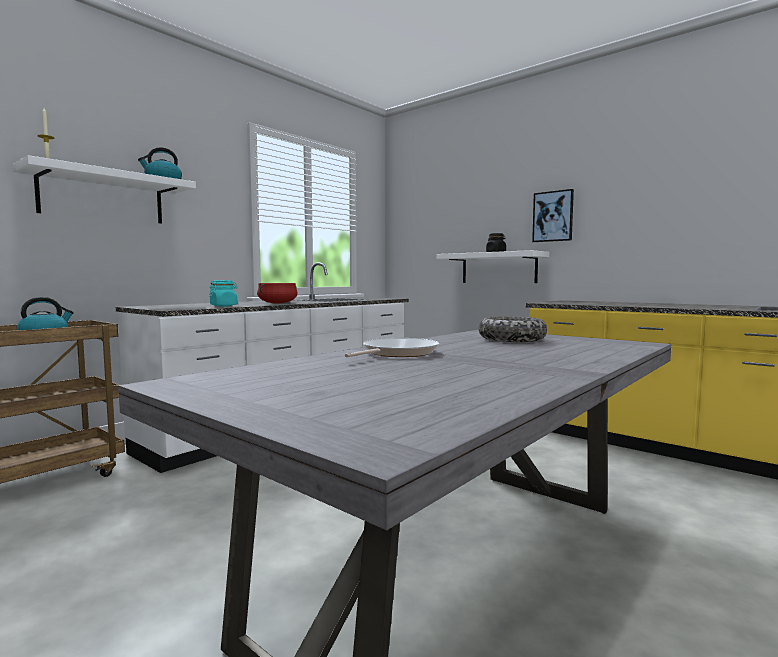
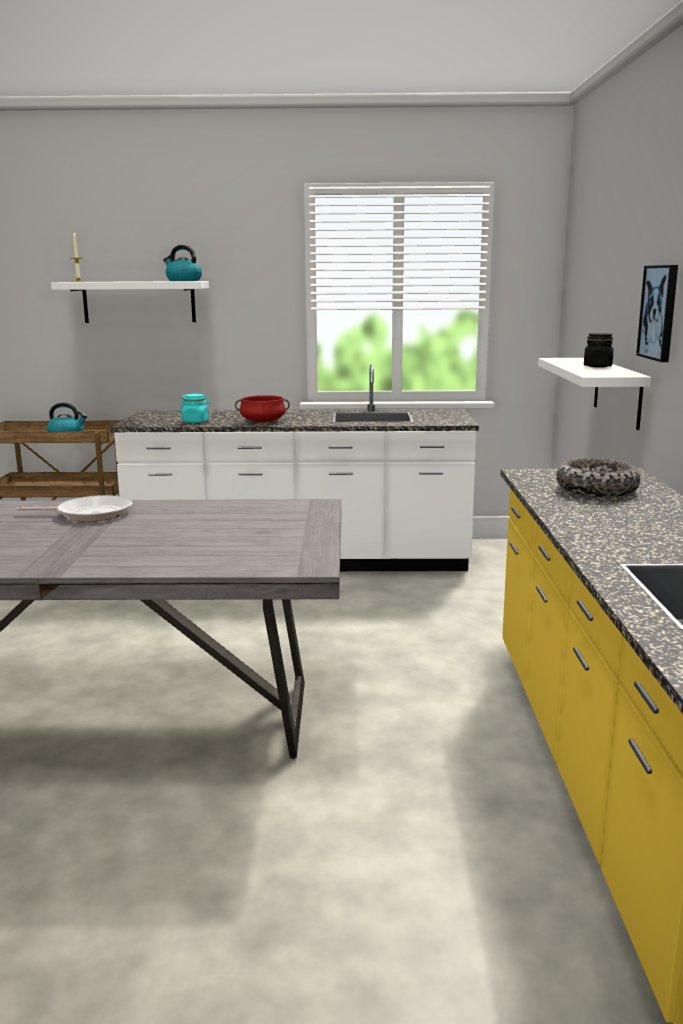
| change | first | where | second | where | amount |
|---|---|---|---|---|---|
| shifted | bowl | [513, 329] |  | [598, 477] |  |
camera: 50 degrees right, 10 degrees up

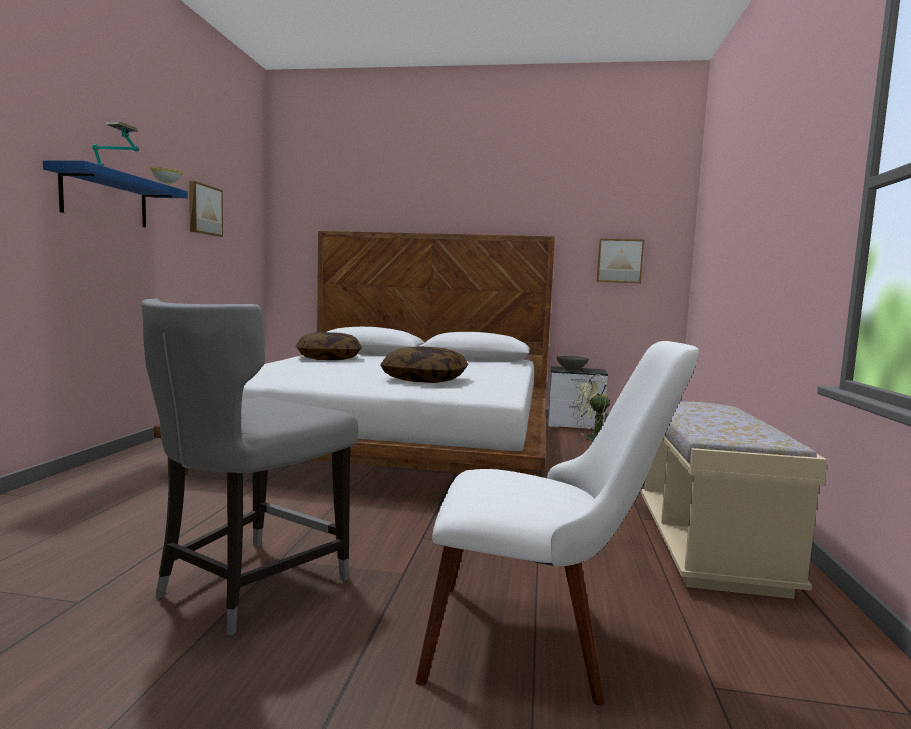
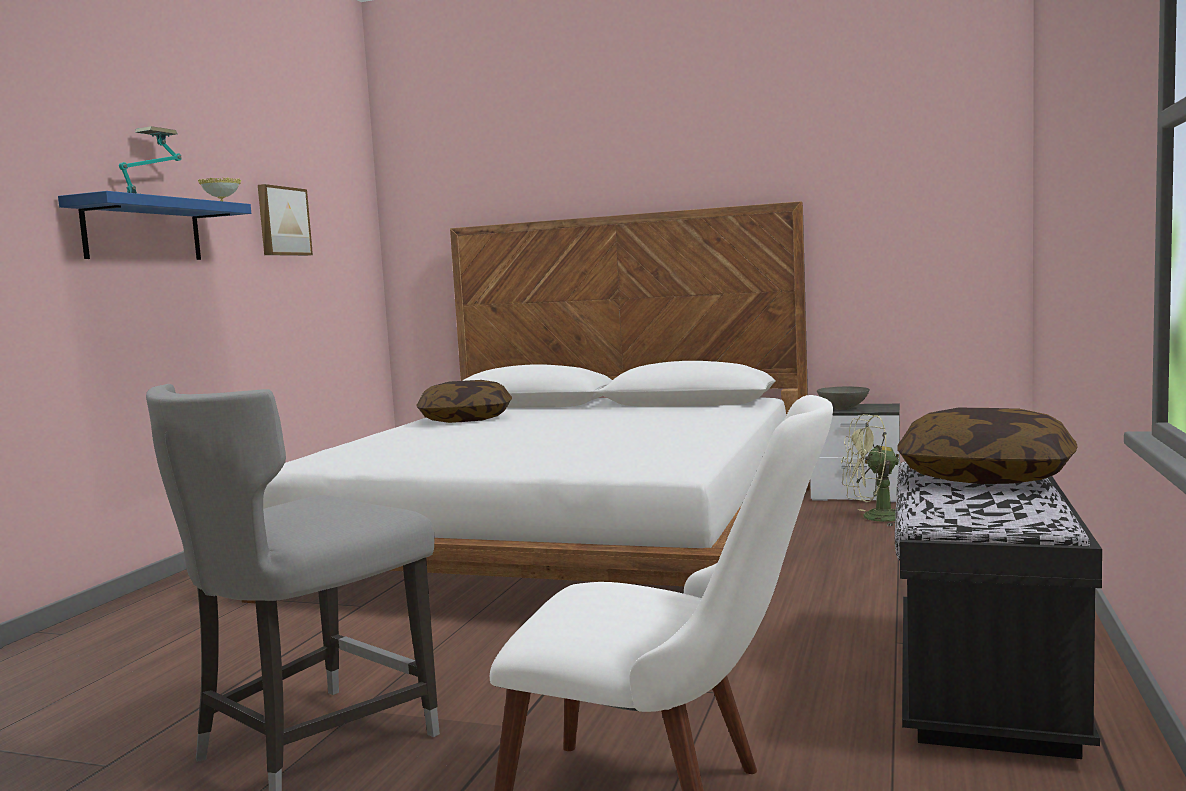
| change | first | where | second | where | amount |
|---|---|---|---|---|---|
| shifted | cushion | [424, 364] |  | [987, 446] |  |
| gone | wall picture | [620, 261] |  |  |  |
| repainted | beige bench | [734, 500] | blackish bench | [998, 610] |  |
camera: 10 degrees right, 0 degrees up

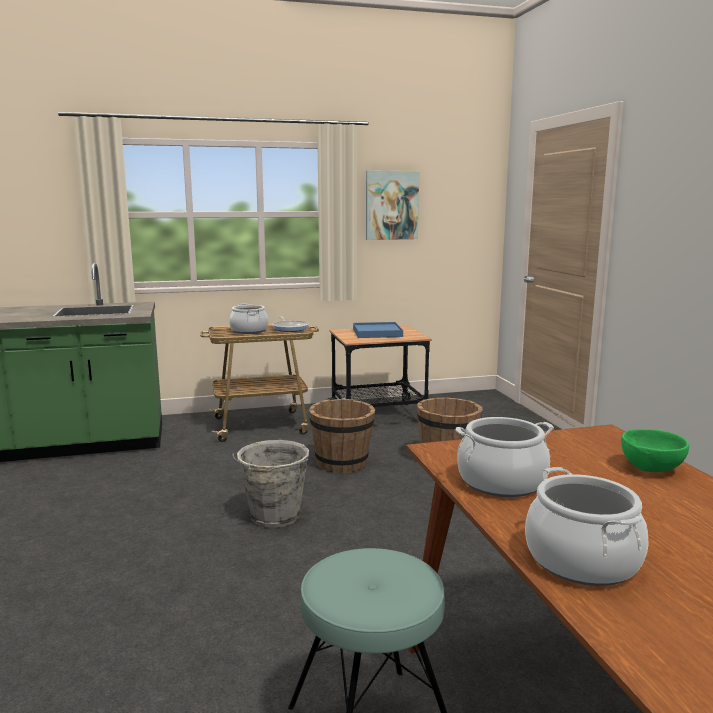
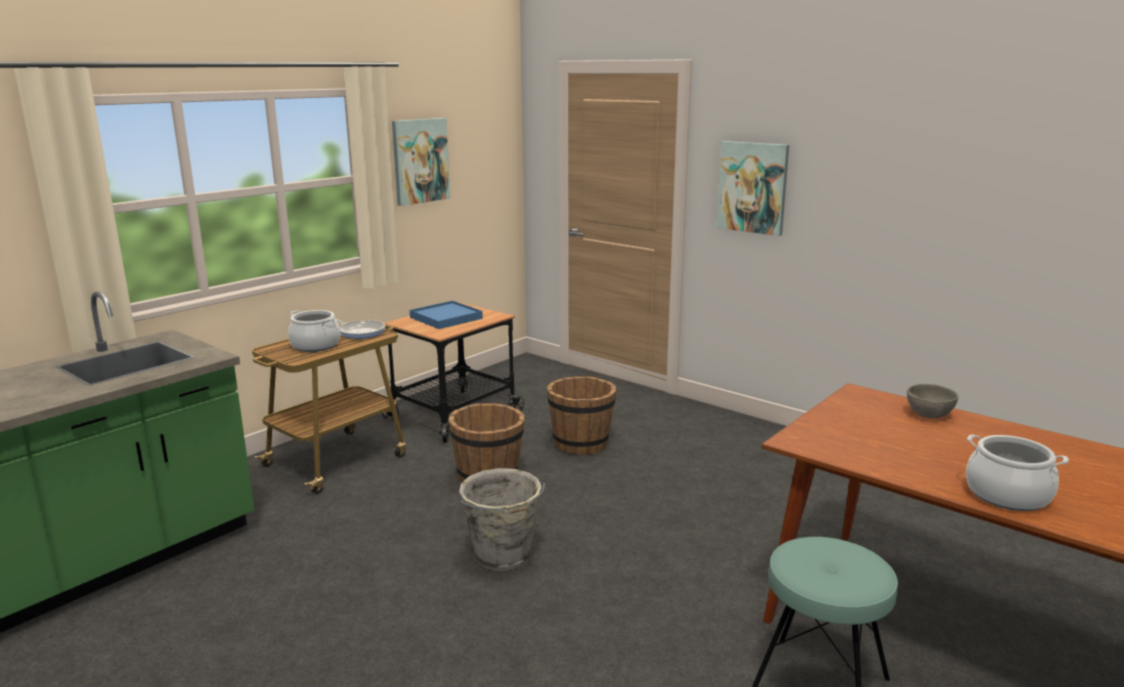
| change | first | where | second | where | amount |
|---|---|---|---|---|---|
| gone | cooking pot | [505, 457] |  |  |  |
| repainted | green bowl | [655, 450] | grey bowl | [932, 401] |  |
| new |  |  | wall picture | [753, 188] |  |
camera: 35 degrees left, 5 degrees up

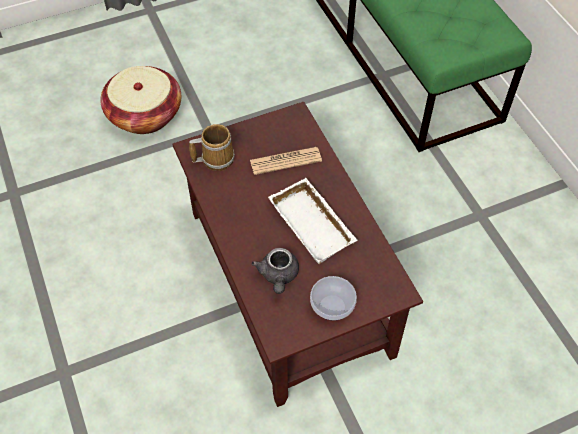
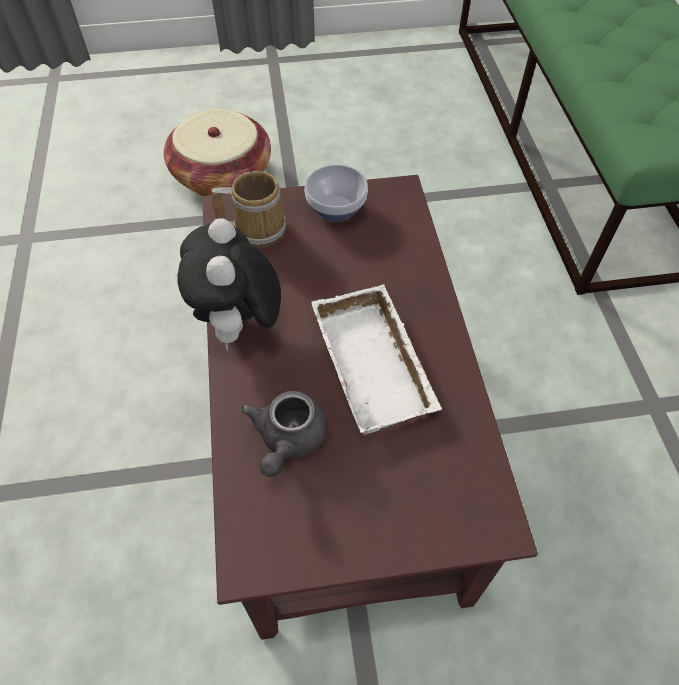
| change | first | where | second | where | amount |
|---|---|---|---|---|---|
| gone | newspaper | [286, 161] |  |  |  |
| shifted | bowl | [333, 298] |  | [336, 193] |  |
| new |  |  | soft toy | [229, 284] |  |
camera: 15 degrees right, 0 degrees up

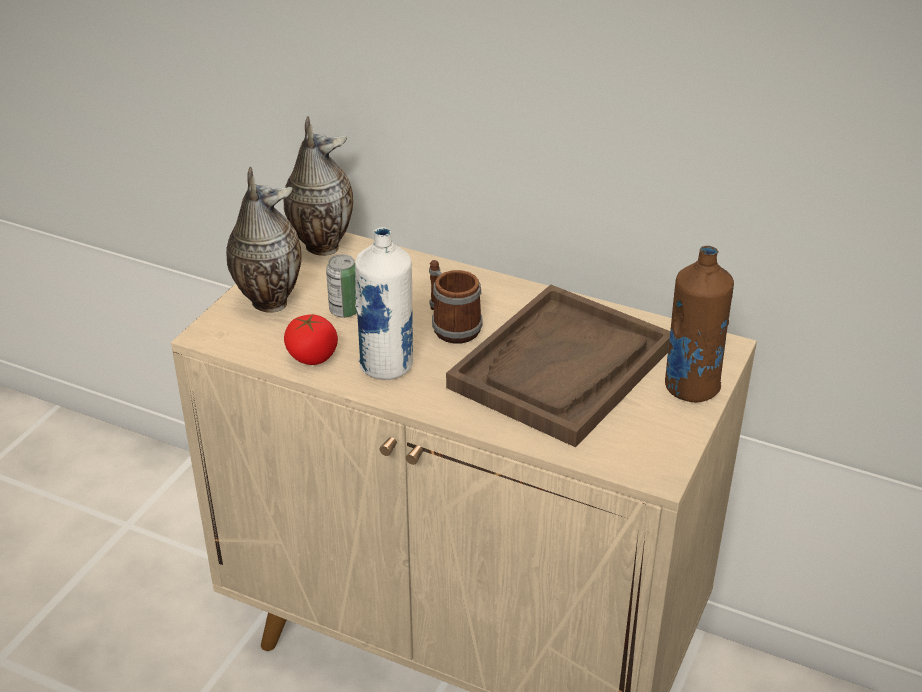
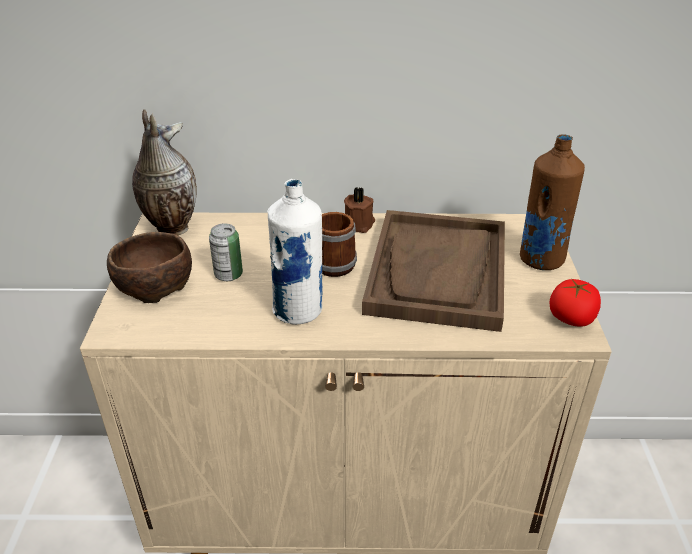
| change | first | where | second | where | amount |
|---|---|---|---|---|---|
| swapped | vase | [263, 240] | brown-coloured bowl | [149, 267] |  |
| shifted | whole tomato | [311, 339] |  | [575, 303] |  |
| new |  |  | brown-coloured wax light | [359, 210] |  |
camera: 25 degrees left, 0 degrees up

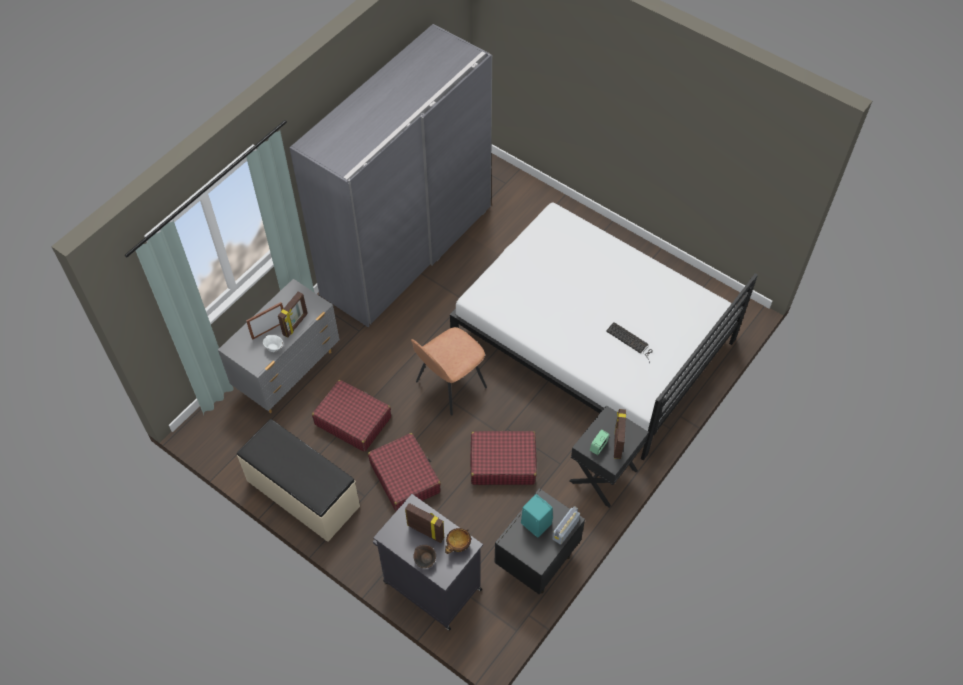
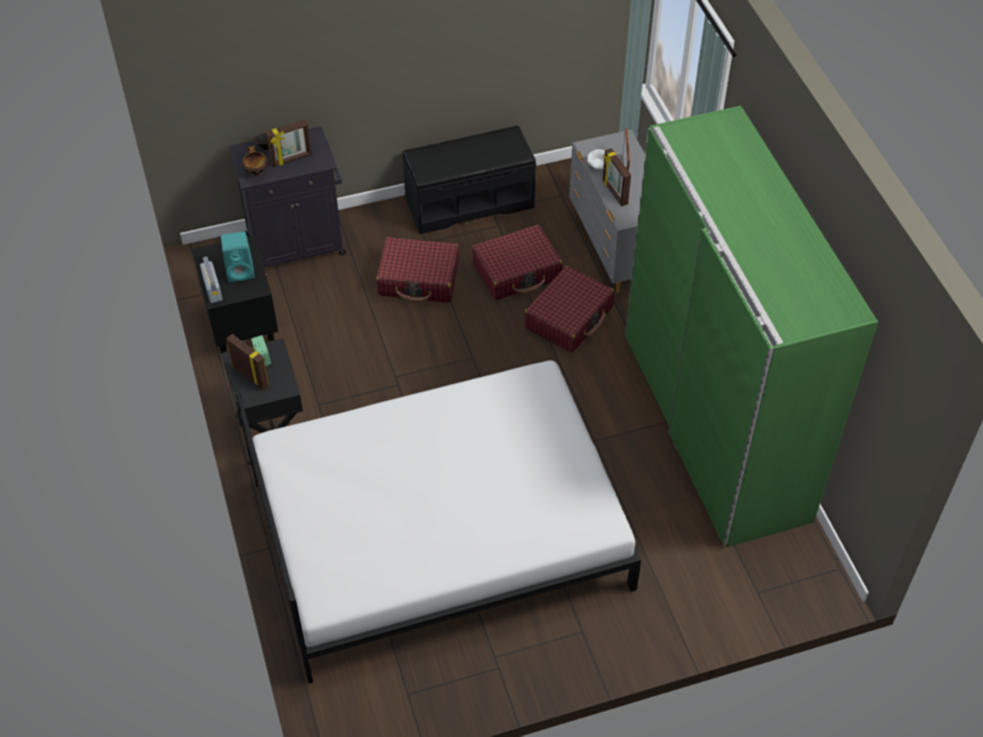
| change | first | where | second | where | amount |
|---|---|---|---|---|---|
| repainted | beige bench | [298, 480] | blackish bench | [469, 179] |  |
| repainted | grey clothes cupboard | [390, 175] | green clothes cupboard | [751, 326] |  |
| gone | brown-coloured plain chair | [449, 371] |  |  |  |
| shifted | red suitcase | [504, 458] |  | [569, 309] |  |
| gone | PC keyboard | [629, 343] |  |  |  |
camera: 125 degrees right, 5 degrees down

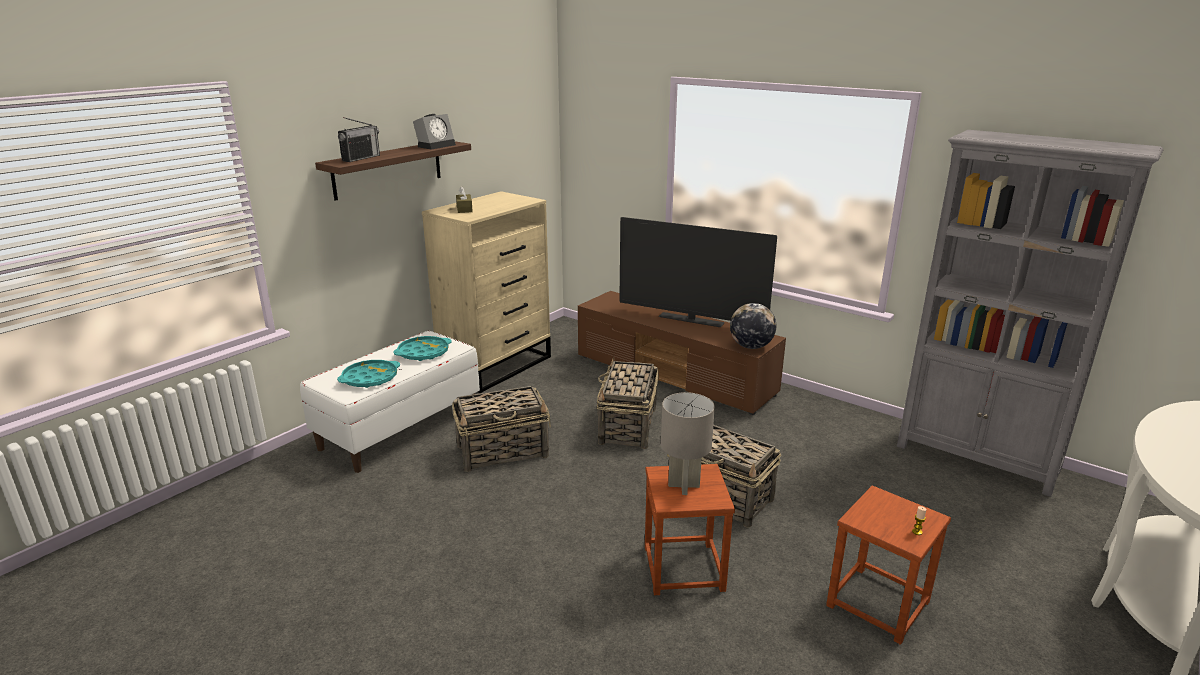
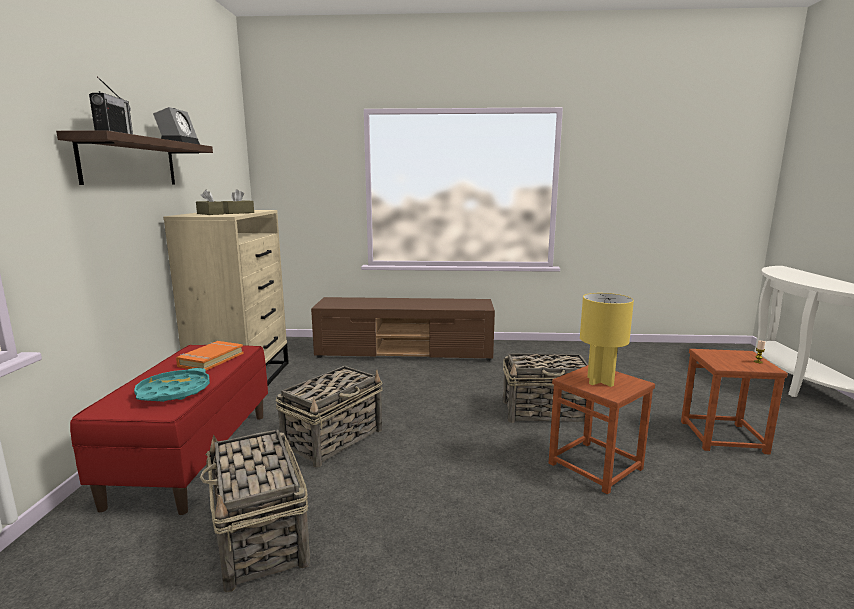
| change | first | where | second | where | amount |
|---|---|---|---|---|---|
| repainted | whitish bench | [390, 402] | red bench | [169, 430] |  |
| swapped | turquoise-coloured carrying tray | [422, 348] | orange book | [210, 355] |  |
| shifted | household basket | [628, 402] |  | [255, 510] |  |
| gone | television | [698, 272] |  |  |  |
| repainted | grey table lamp | [688, 443] | yellowish table lamp | [607, 340] |  |
| gone | globe | [753, 326] |  |  |  |
| gone | grey bookshelf | [1030, 313] |  |  |  |
| new |  |  | brown-coloured tissue box | [237, 201] |  |
camera: 35 degrees left, 10 degrees down

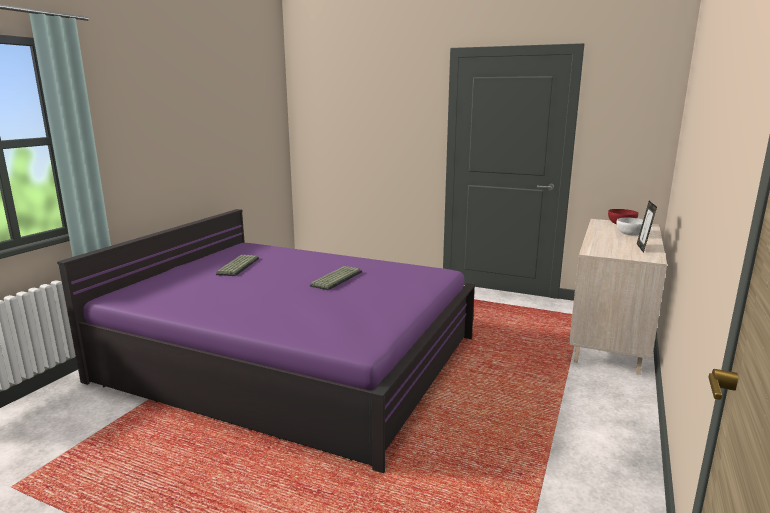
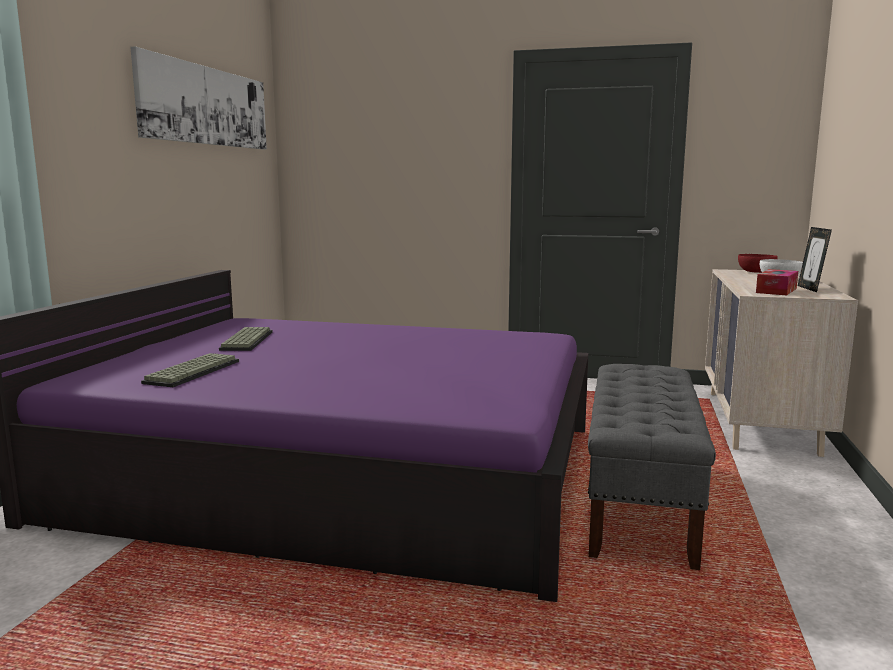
| change | first | where | second | where | amount |
|---|---|---|---|---|---|
| shifted | PC keyboard | [336, 278] |  | [190, 370] |  |
| new |  |  | wall picture | [199, 98] |  |
| new |  |  | grey bench | [652, 467] |  |
| new |  |  | tissue box | [777, 282] |  |
camera: 10 degrees left, 5 degrees down

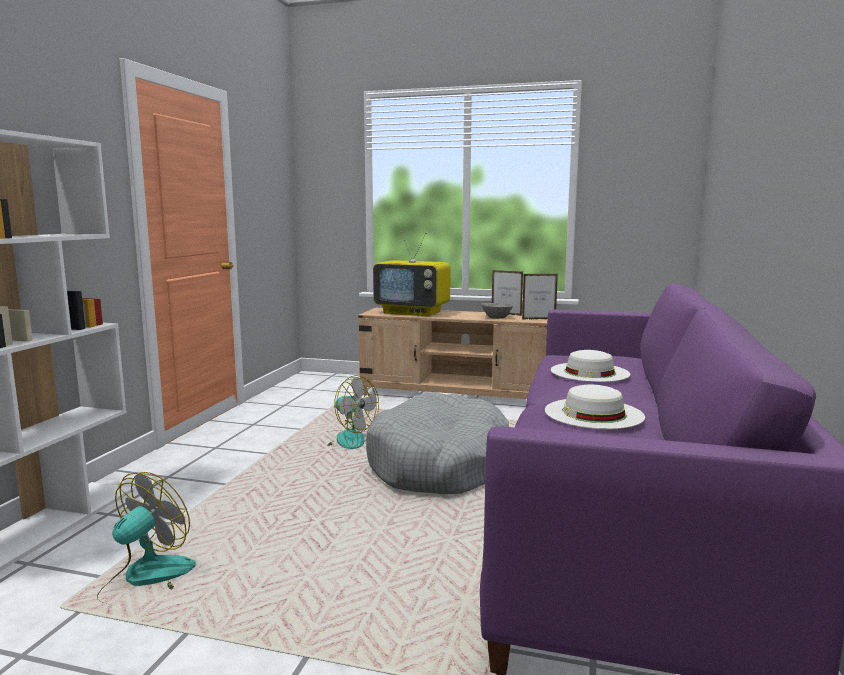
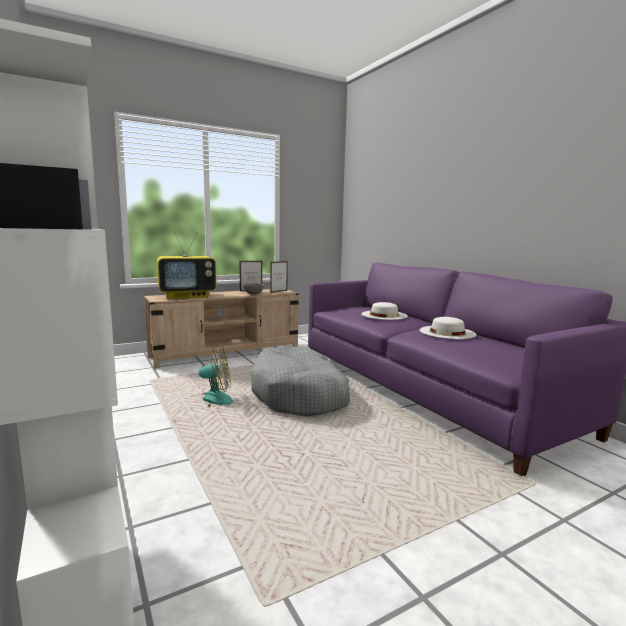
| change | first | where | second | where | amount |
|---|---|---|---|---|---|
| gone | fan | [146, 539] |  |  |  |
camera: 45 degrees left, 0 degrees up

